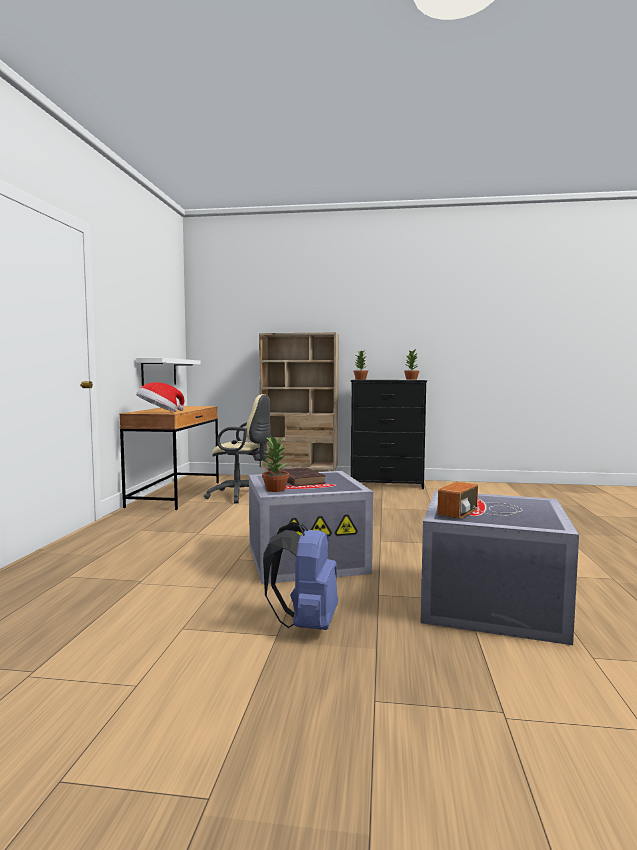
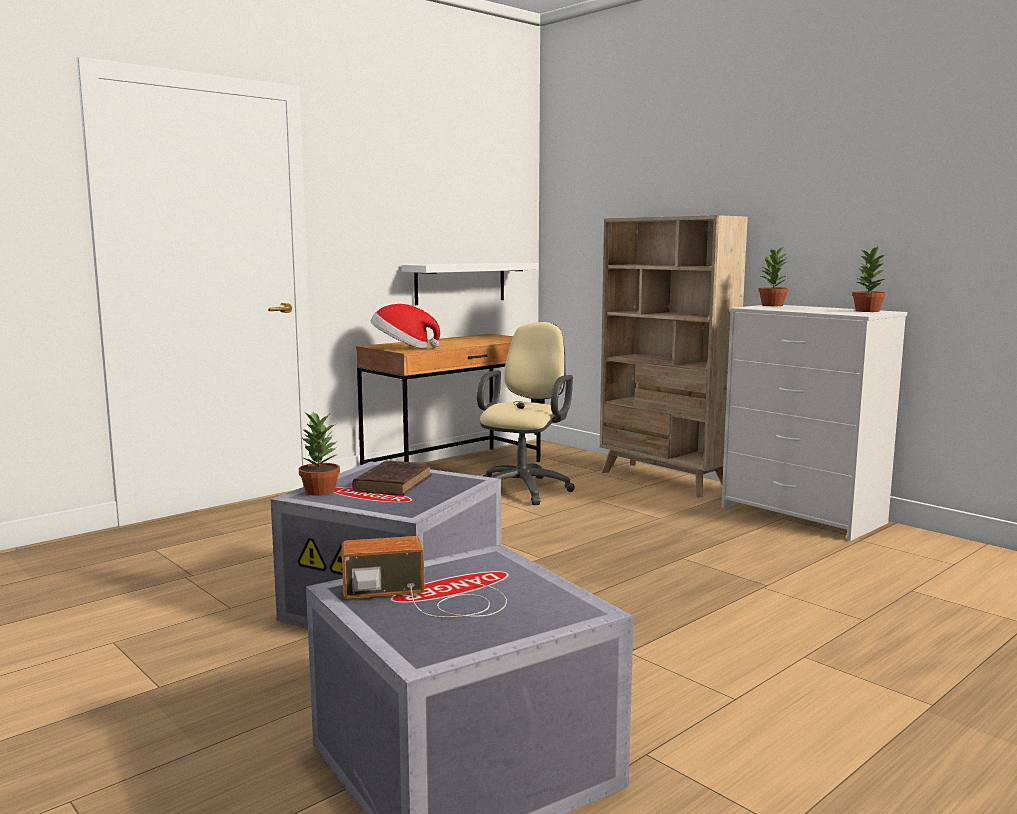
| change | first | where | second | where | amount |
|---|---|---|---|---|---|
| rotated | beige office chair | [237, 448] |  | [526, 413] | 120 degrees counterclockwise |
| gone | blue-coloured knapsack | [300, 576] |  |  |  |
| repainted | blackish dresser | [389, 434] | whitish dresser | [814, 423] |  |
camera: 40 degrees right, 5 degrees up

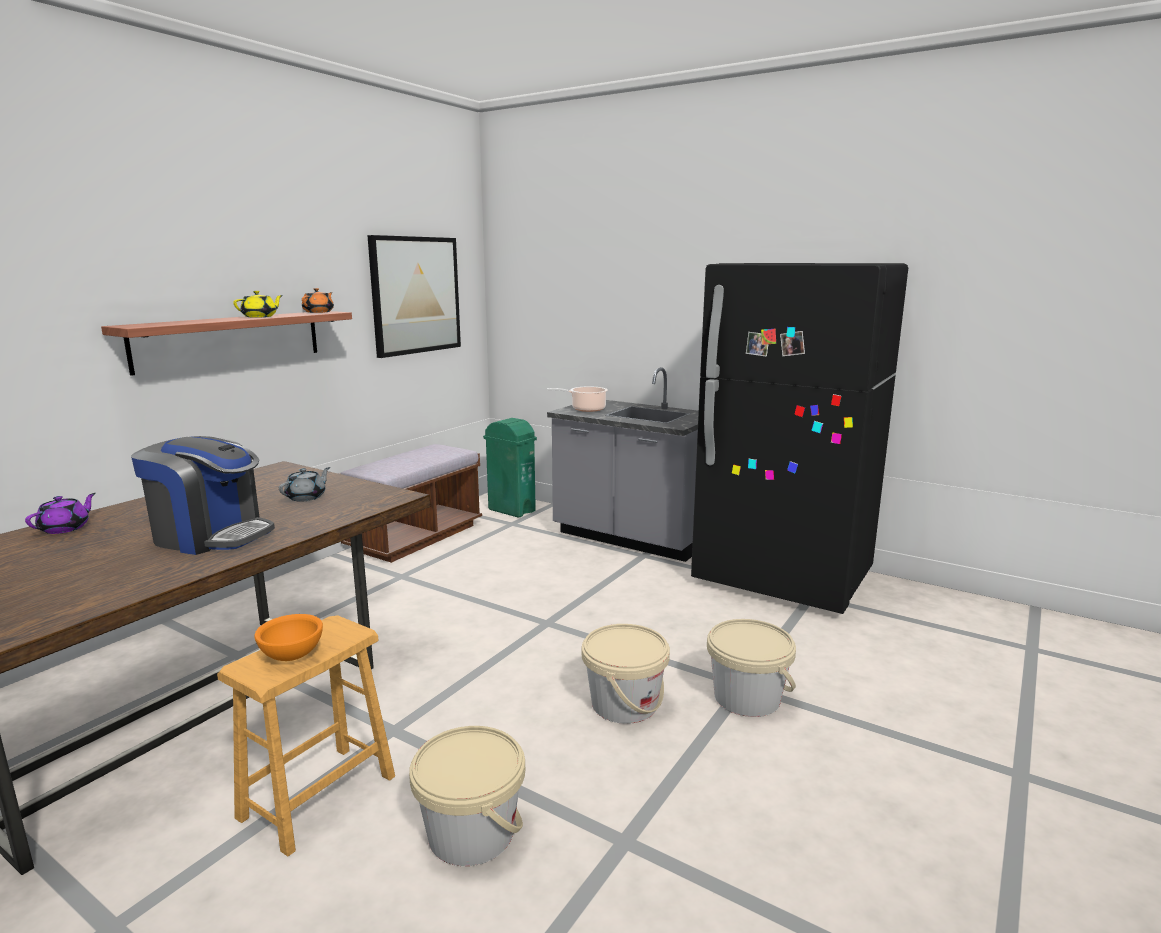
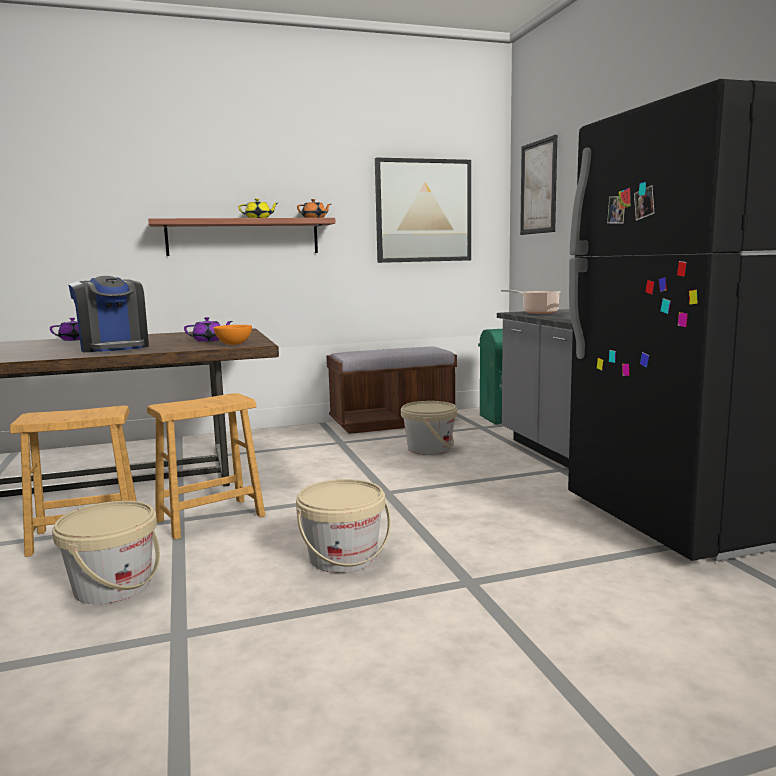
| change | first | where | second | where | amount |
|---|---|---|---|---|---|
| shifted | orange bowl | [288, 637] |  | [232, 335] |  |
| repainted | grey tea pot | [304, 484] | purple tea pot | [208, 329] |  |
| shifted | beige pail | [751, 668] |  | [429, 428] |  |
| new |  |  | brown-coloured sitting stool | [206, 466] |  |
| new |  |  | wall picture | [538, 185] |  |
camera: 40 degrees right, 5 degrees down

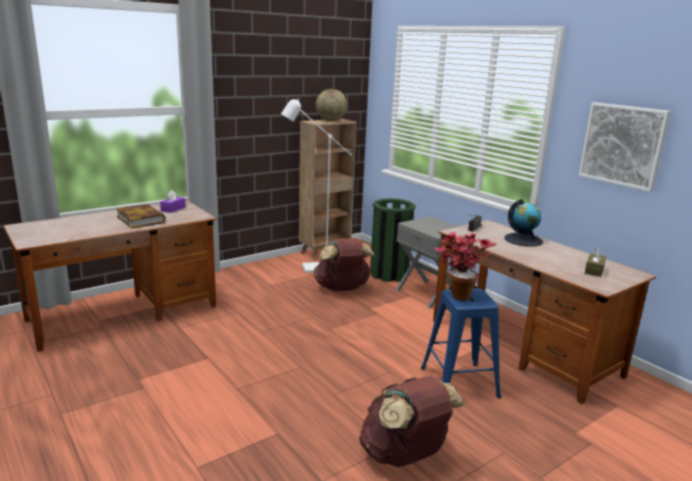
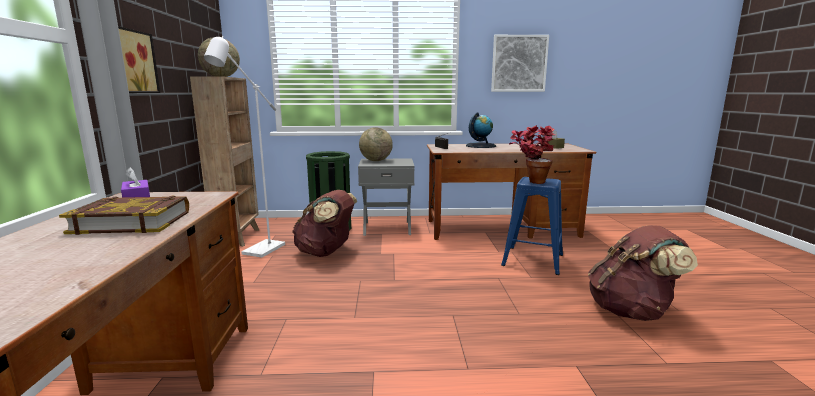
| change | first | where | second | where | amount |
|---|---|---|---|---|---|
| new |  |  | wall picture | [139, 59] |  |
| new |  |  | globe | [376, 144] |  |
camera: 55 degrees left, 5 degrees down

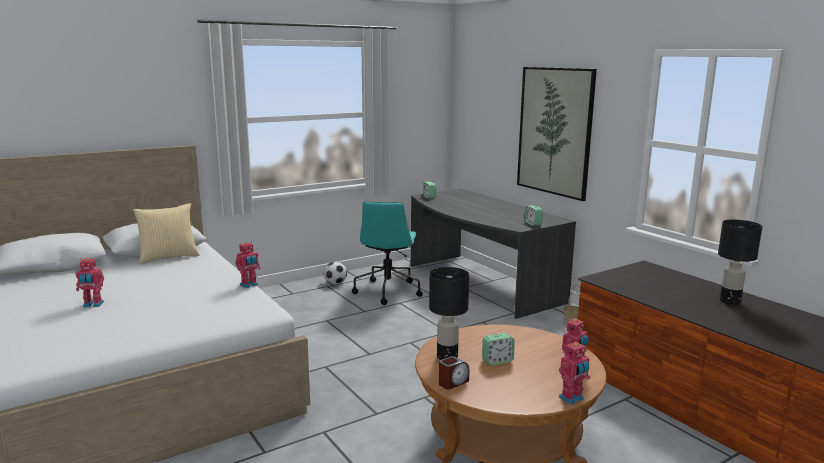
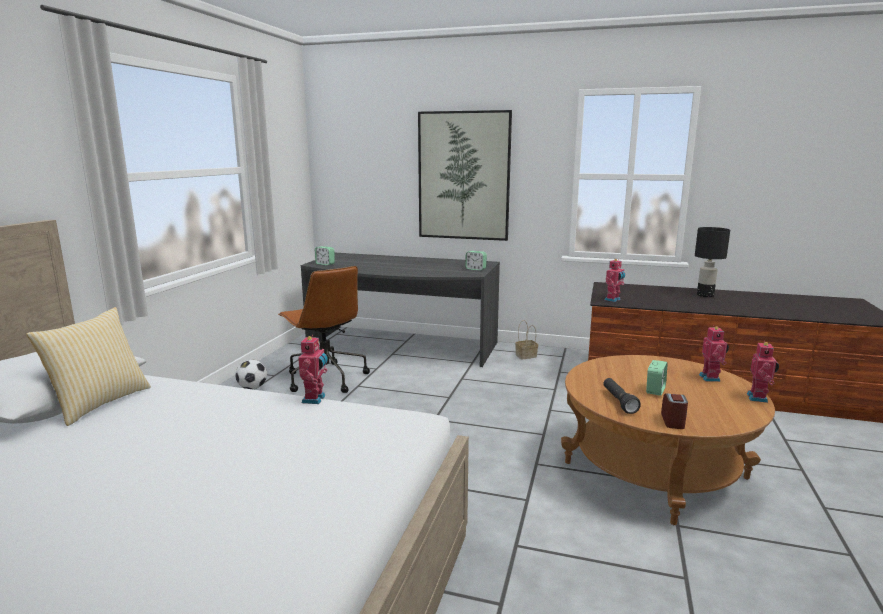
| change | first | where | second | where | amount |
|---|---|---|---|---|---|
| shifted | model robot | [89, 282] |  | [614, 280] |  |
| repainted | turquoise-coloured office chair | [387, 253] | brown-coloured office chair | [324, 329] |  |
| swapped | blackish table lamp | [449, 313] | blackish hand torch | [622, 396] |  |
camera: 40 degrees left, 0 degrees up

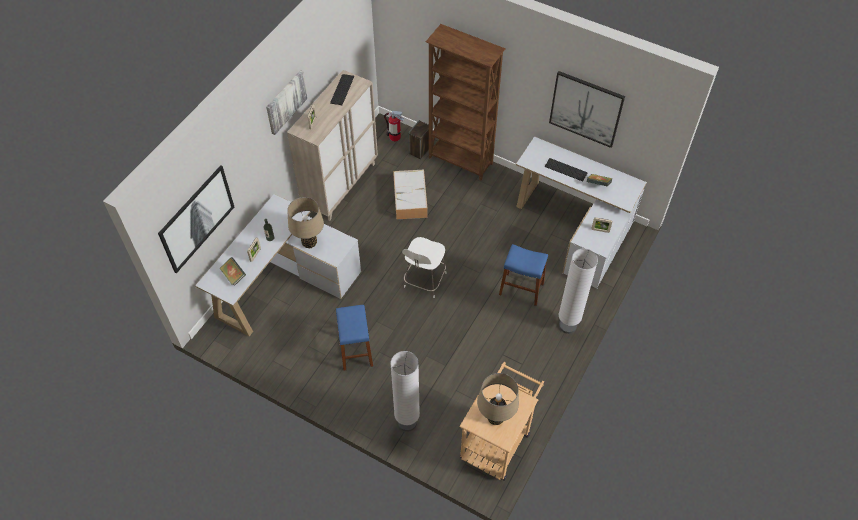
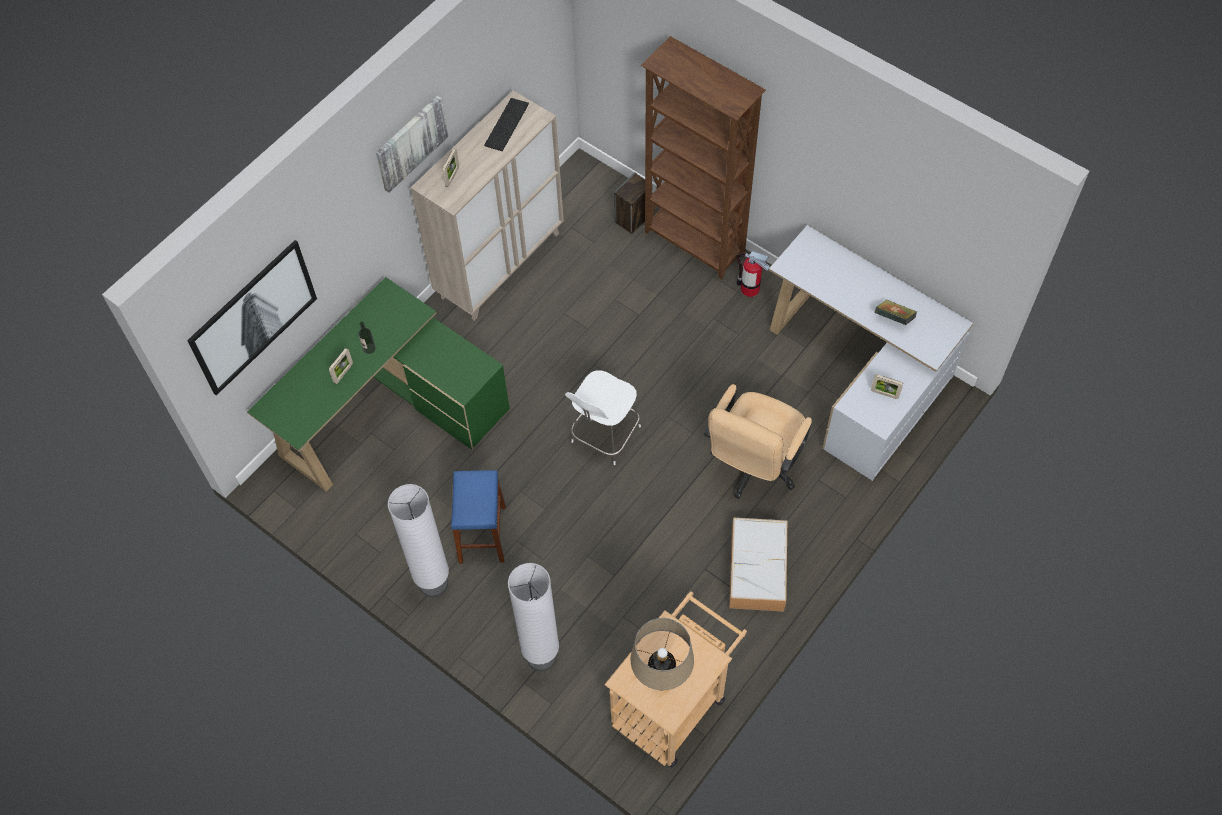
| change | first | where | second | where | amount |
|---|---|---|---|---|---|
| repainted | whitish desk table | [278, 265] | green desk table | [378, 384] |  |
| gone | book | [232, 271] |  |  |  |
| gone | beige table lamp | [305, 222] |  |  |  |
| shifted | fire-fighting cylinder | [394, 126] |  | [753, 274] |  |
| shifted | storage bin | [410, 194] |  | [758, 564] |  |
| swapped | blue-coloured sitting stool | [523, 275] | beige office chair | [758, 441] |  |
| gone | PC keyboard | [566, 169] |  |  |  |
| gone | wall picture | [587, 109] |  |  |  |
| shifted | whitish standard lamp | [578, 291] |  | [418, 541] |  |
camera: 10 degrees right, 5 degrees up

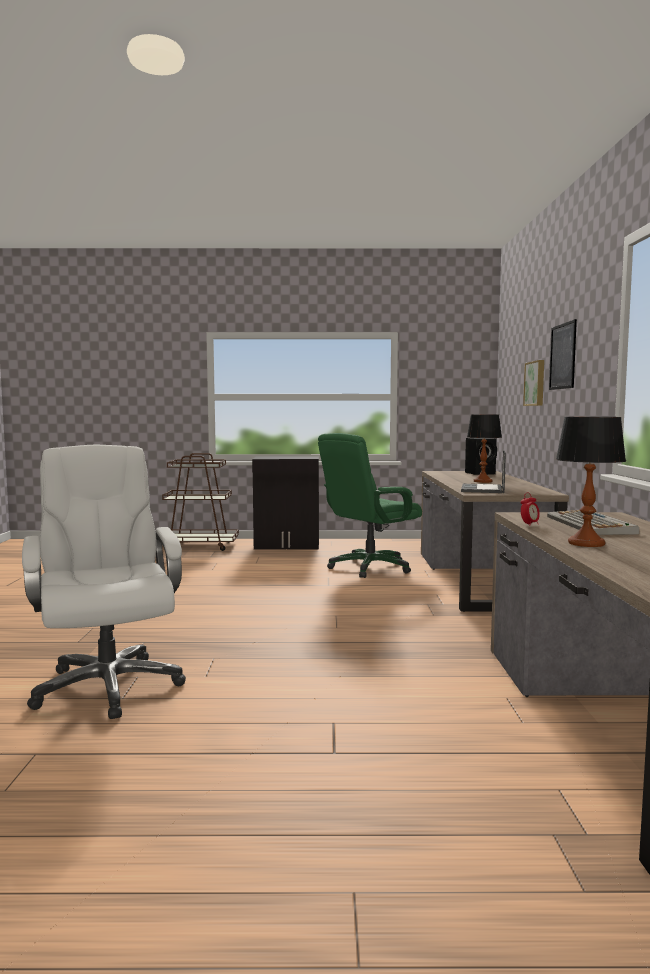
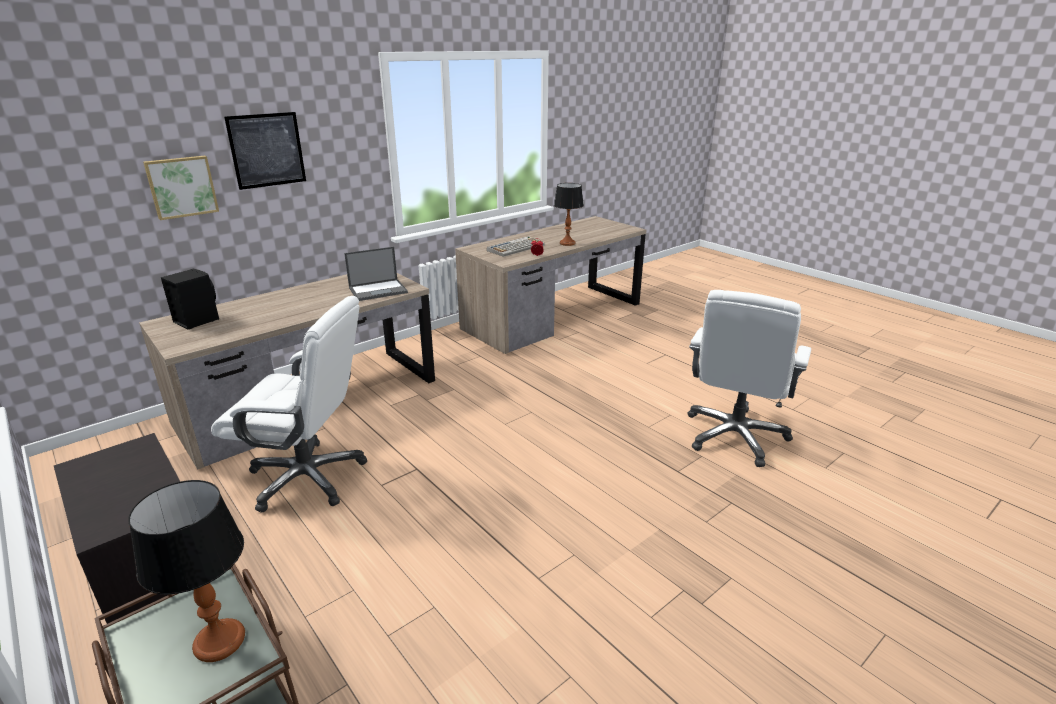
| change | first | where | second | where | amount |
|---|---|---|---|---|---|
| repainted | green office chair | [370, 505] | whitish office chair | [289, 404] |  |
| shifted | table lamp | [484, 448] |  | [186, 571] |  |
camera: 130 degrees left, 20 degrees up

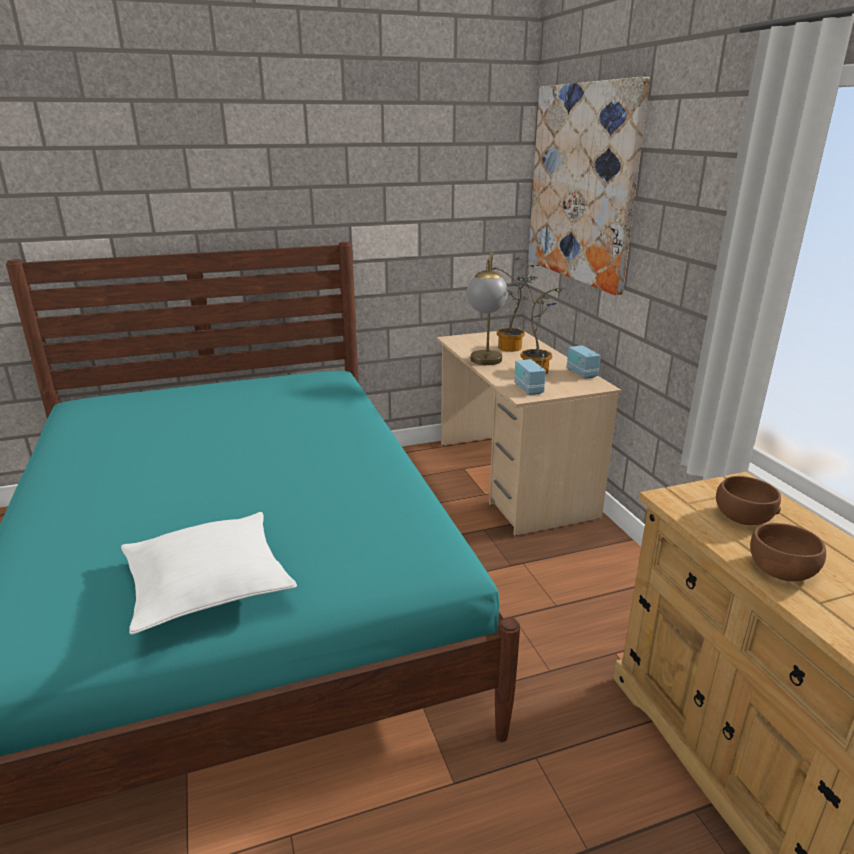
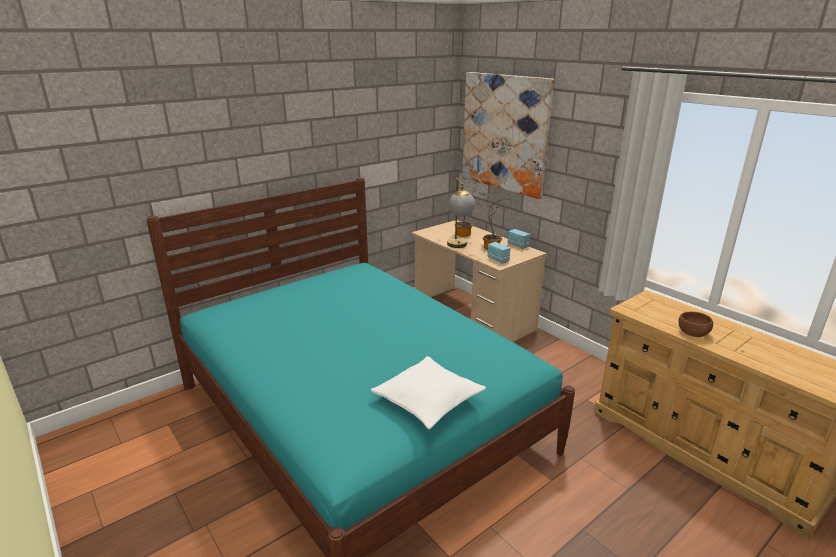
| change | first | where | second | where | amount |
|---|---|---|---|---|---|
| gone | brown-coloured bowl | [748, 500] |  |  |  |
camera: 20 degrees left, 0 degrees up

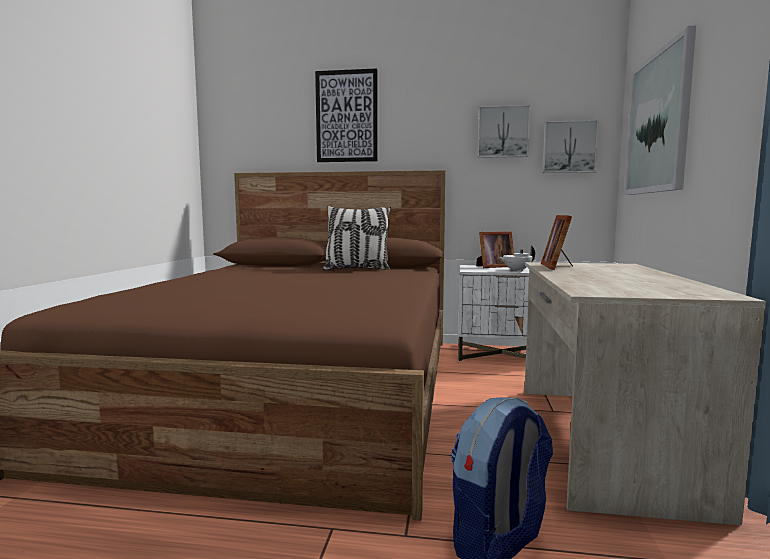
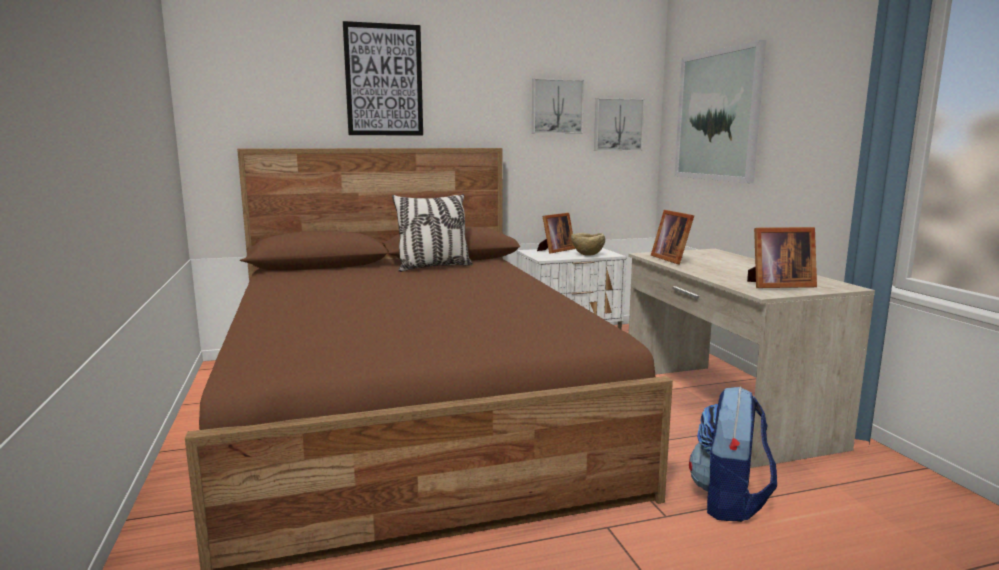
| change | first | where | second | where | amount |
|---|---|---|---|---|---|
| swapped | whitish tea pot | [517, 259] | beige bowl | [588, 244] |  |
| new |  |  | standing frame | [782, 257] |  |
camera: 25 degrees left, 5 degrees up

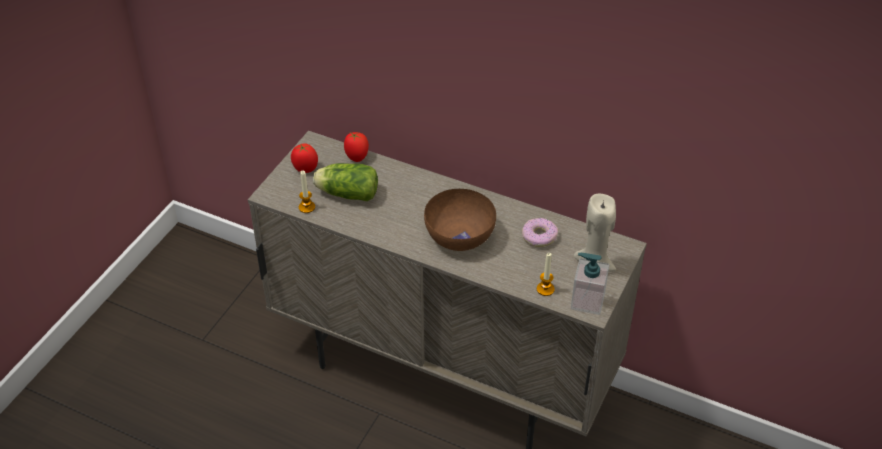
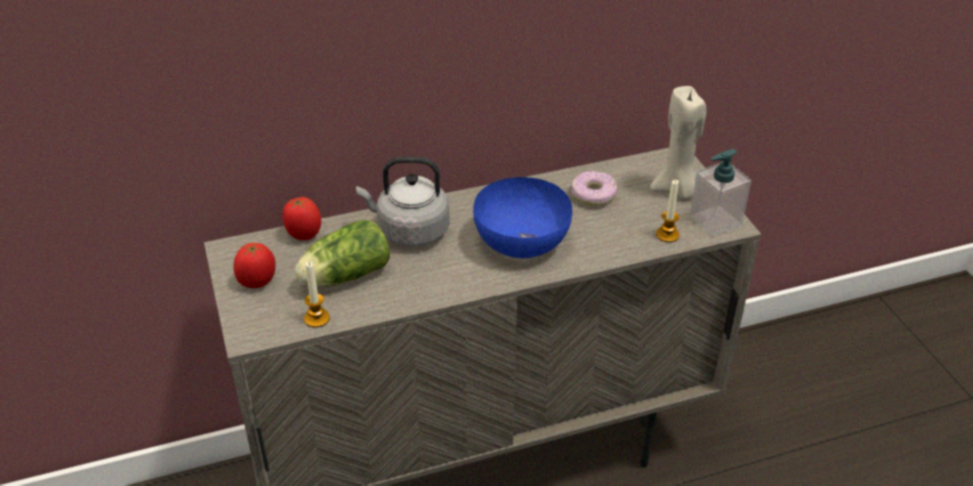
| change | first | where | second | where | amount |
|---|---|---|---|---|---|
| repainted | brown-coloured bowl | [460, 220] | blue-coloured bowl | [522, 217] |  |
| new |  |  | grey kettle | [403, 202] |  |
camera: 45 degrees left, 5 degrees down

